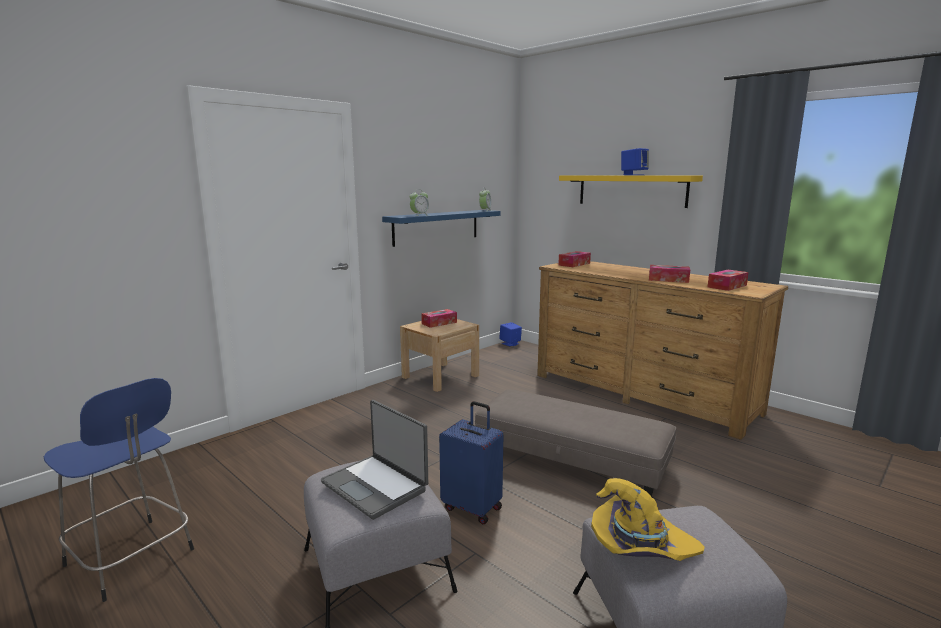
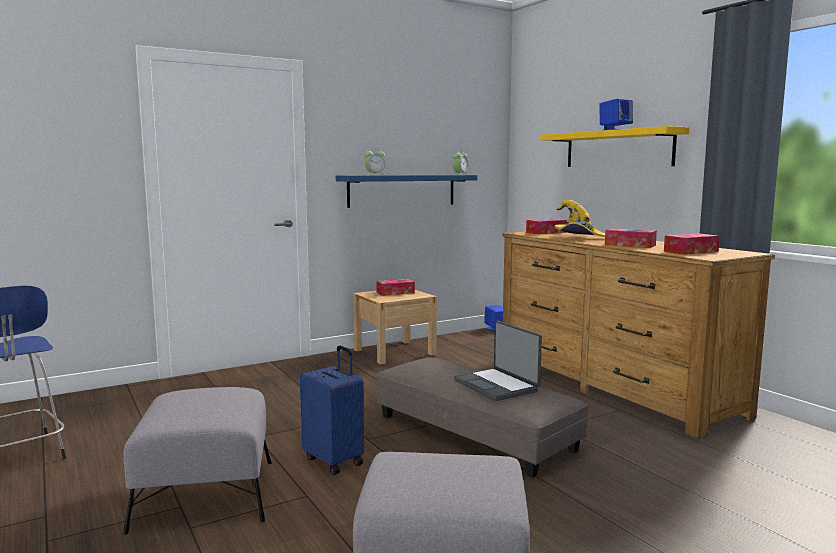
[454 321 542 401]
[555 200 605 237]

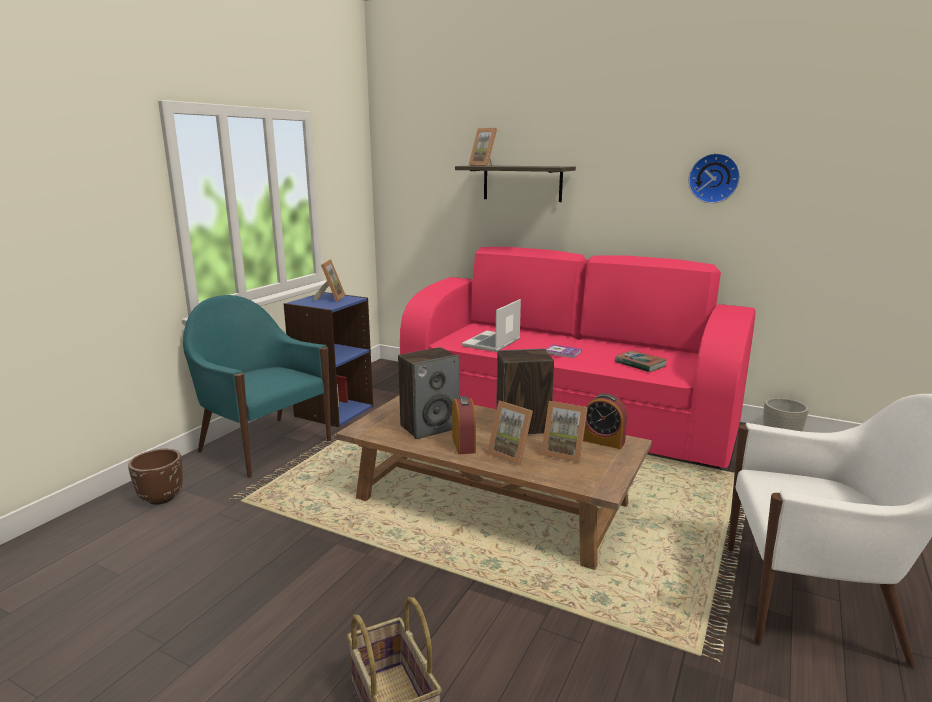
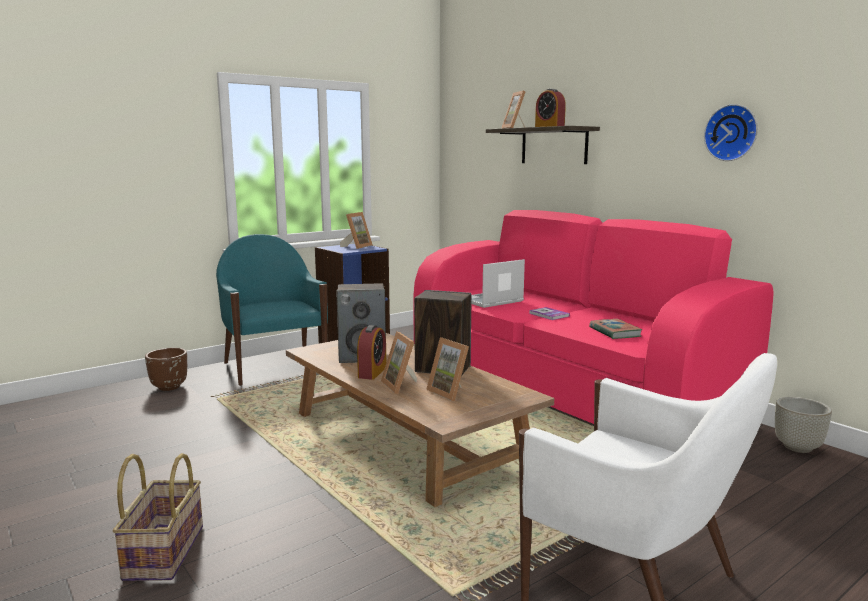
[535 89 566 127]

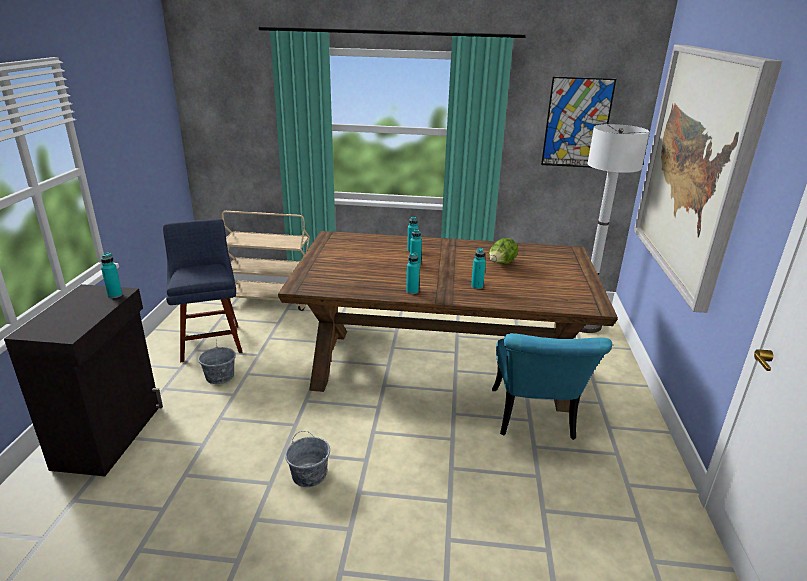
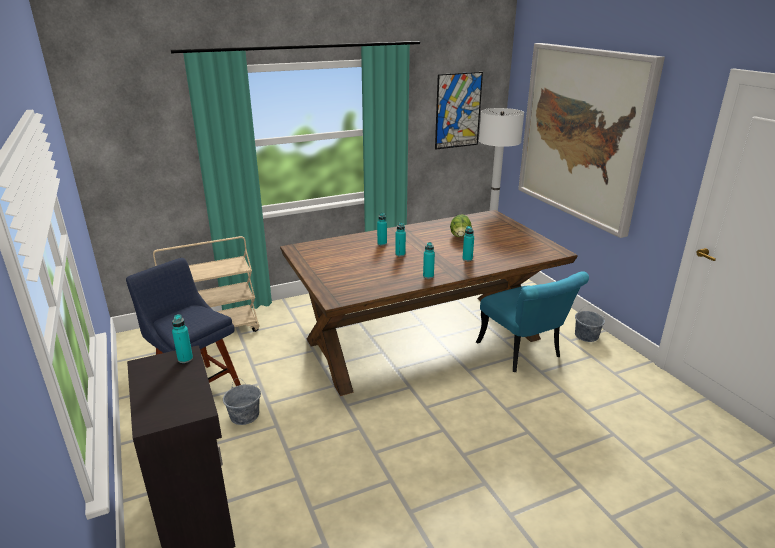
[575 304 605 342]

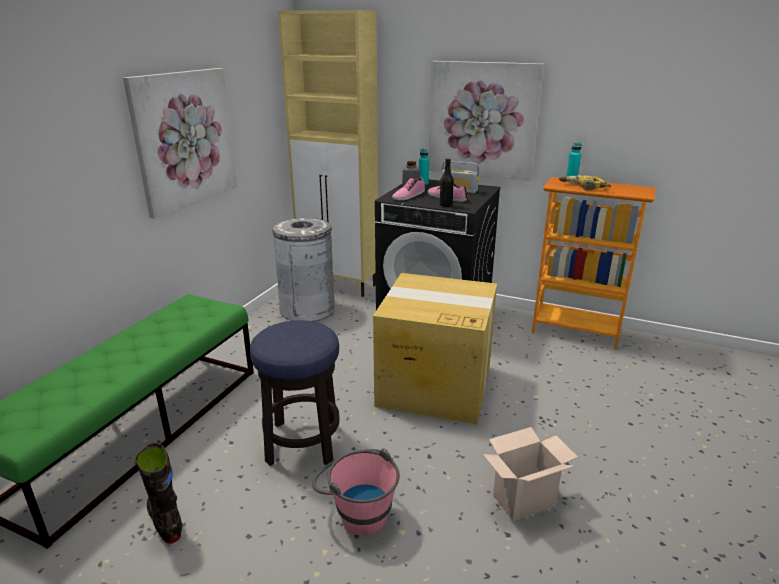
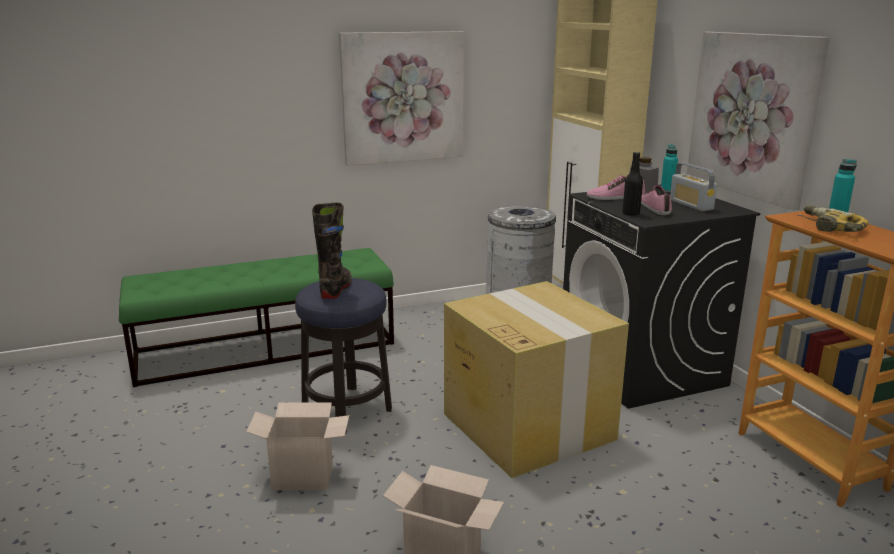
[312 203 352 299]
[246 402 349 490]

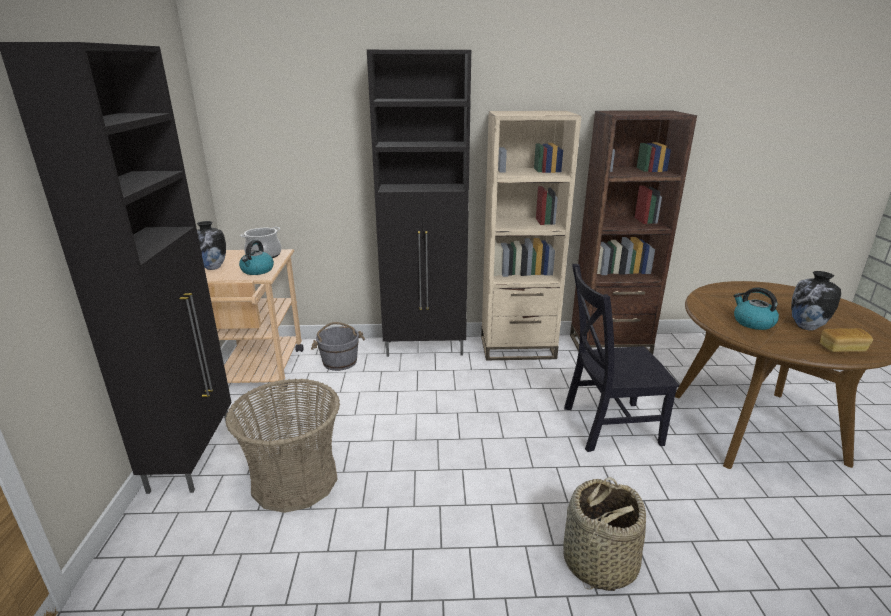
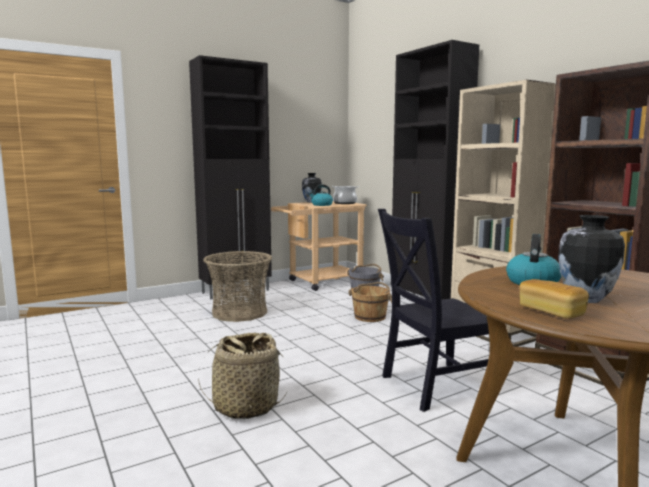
[378 209 490 412]
[348 282 392 322]

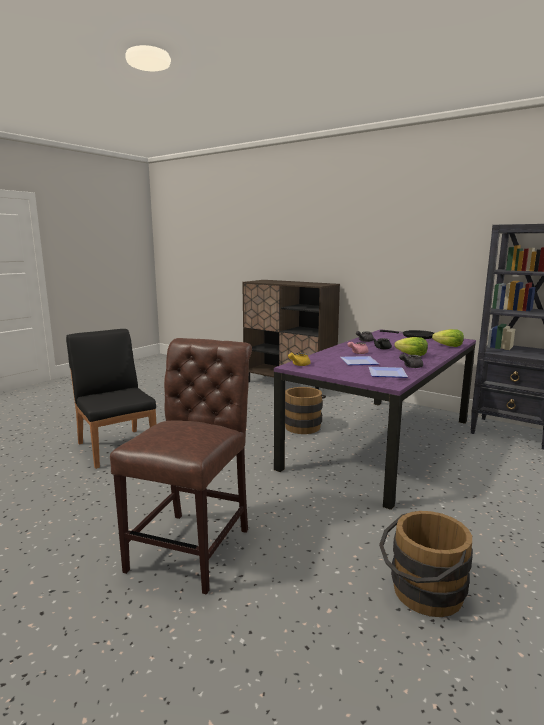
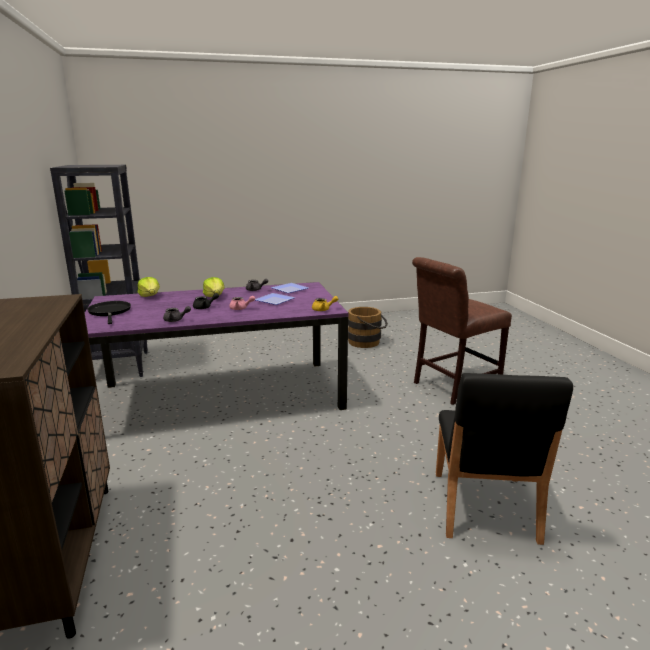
[285 387 326 434] (first image)

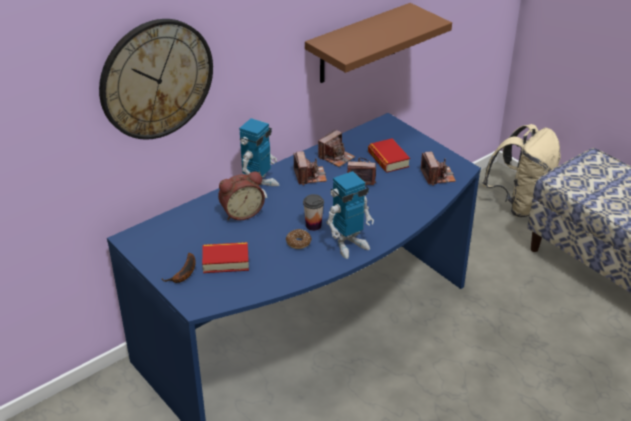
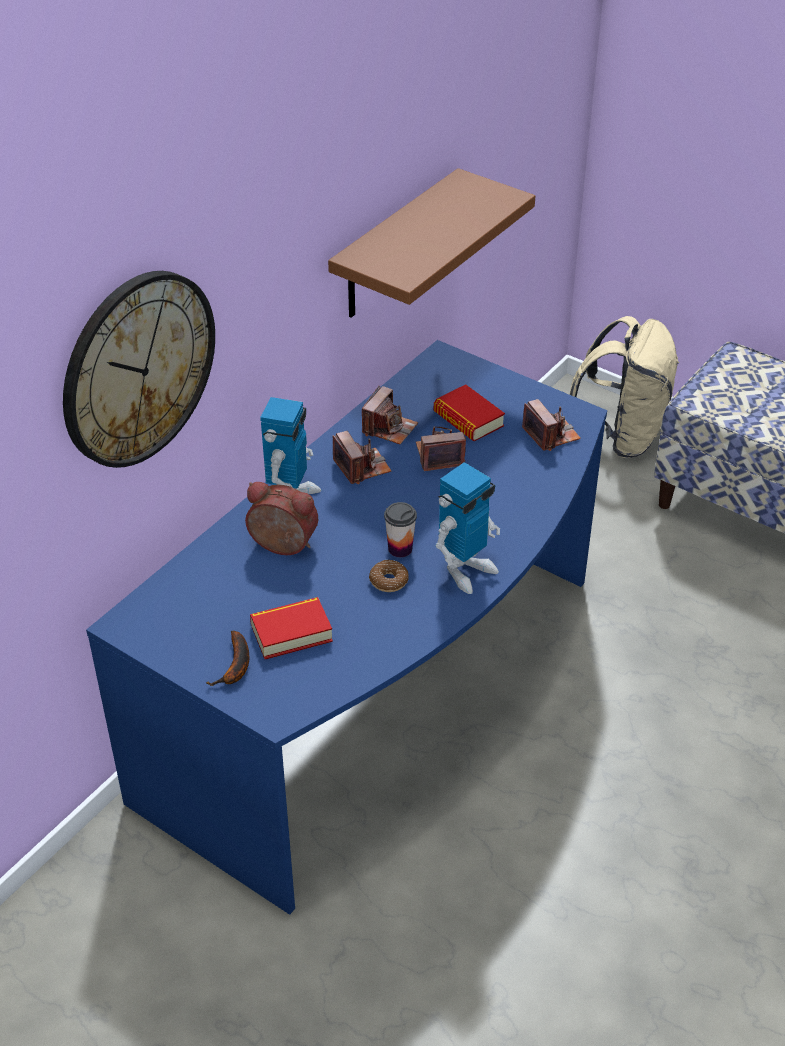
[245 482 318 555]

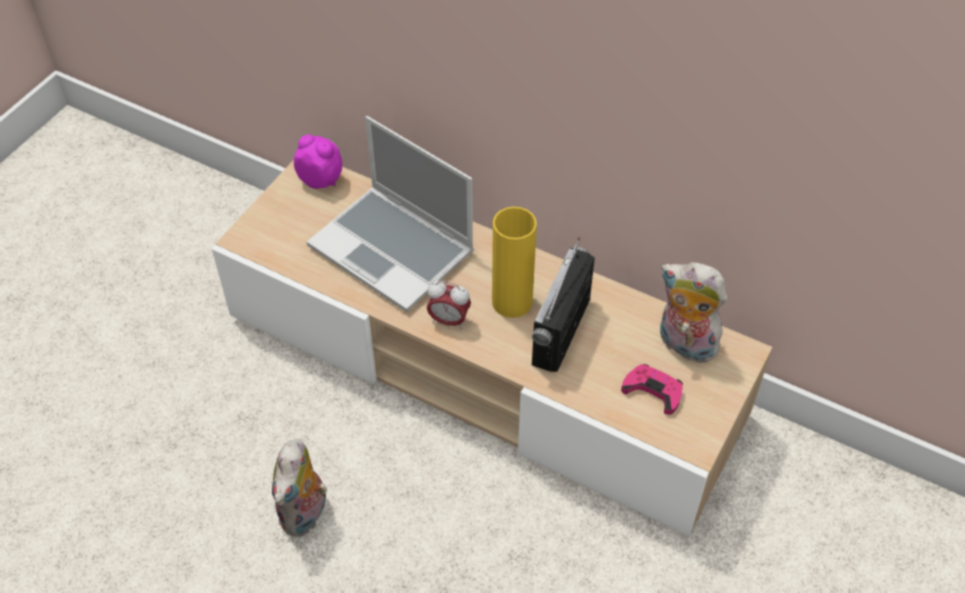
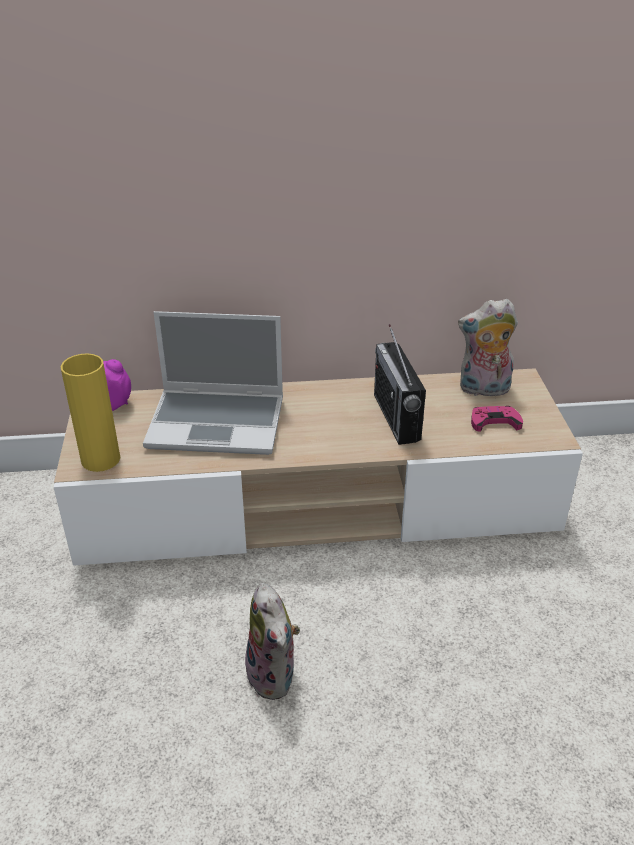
[427 281 471 329] (first image)
[61 353 121 472]

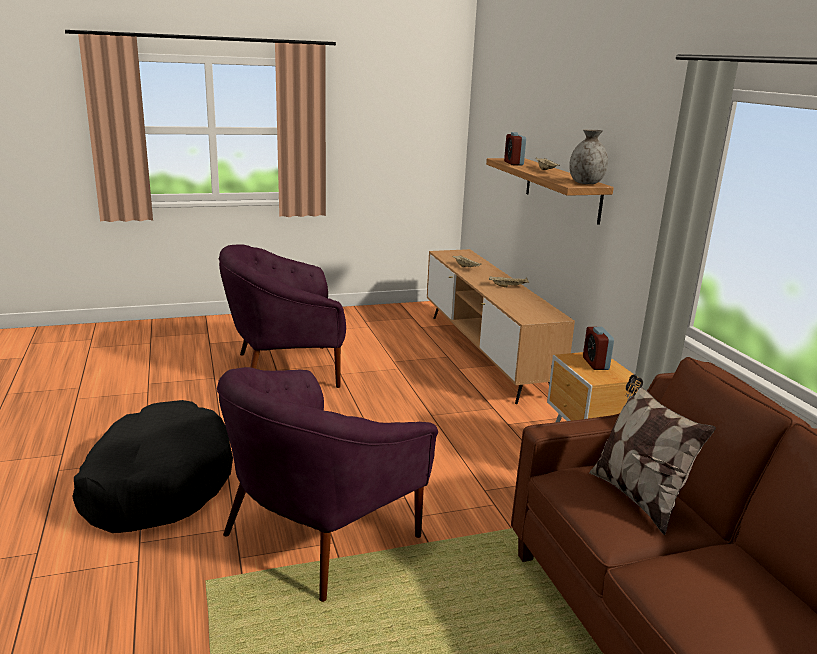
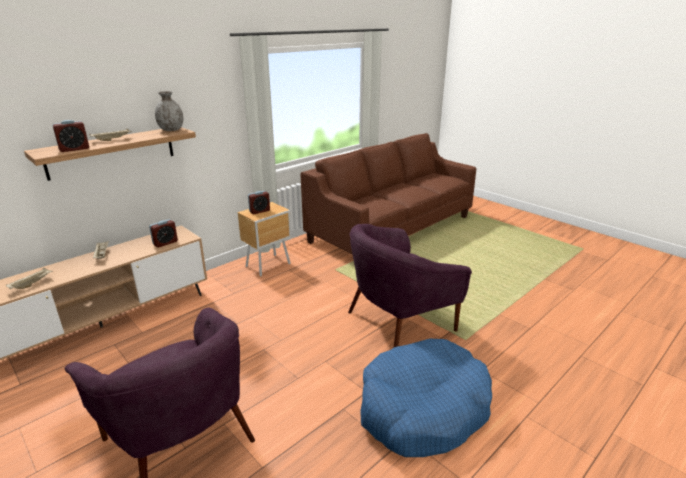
[360 339 492 457]
[348 224 472 347]
[590 374 716 535] (first image)
[149 219 178 248]

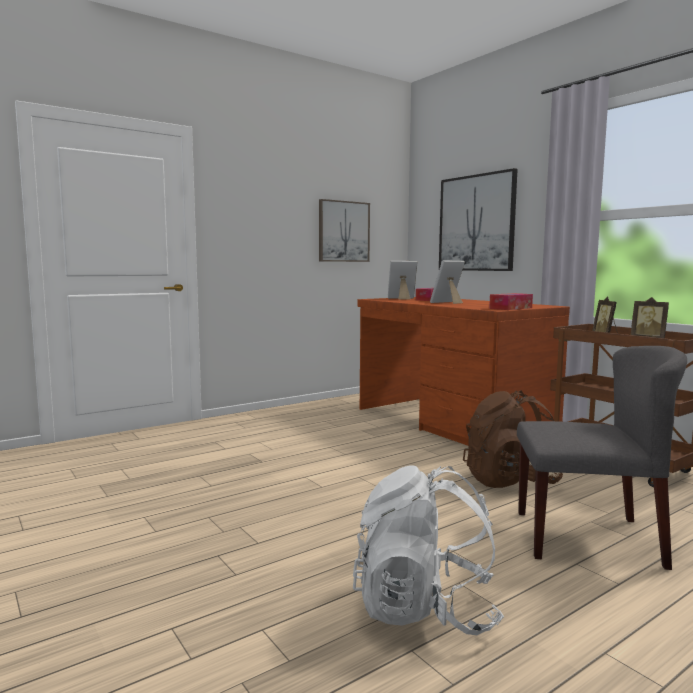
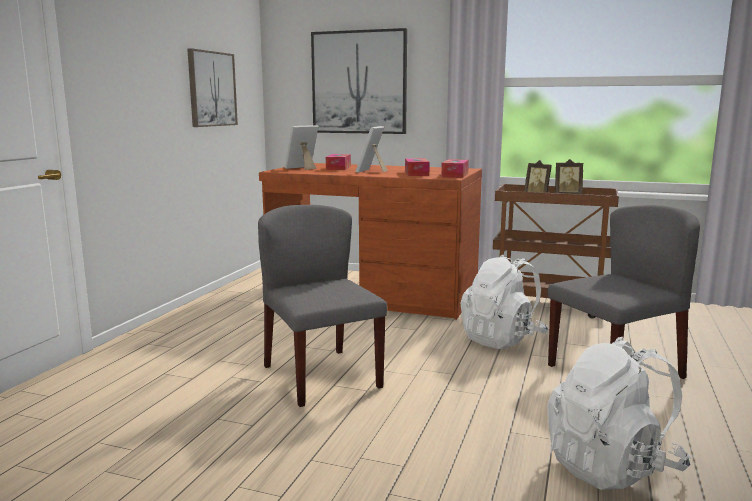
[461 255 549 349]
[258 205 387 407]
[405 158 430 176]

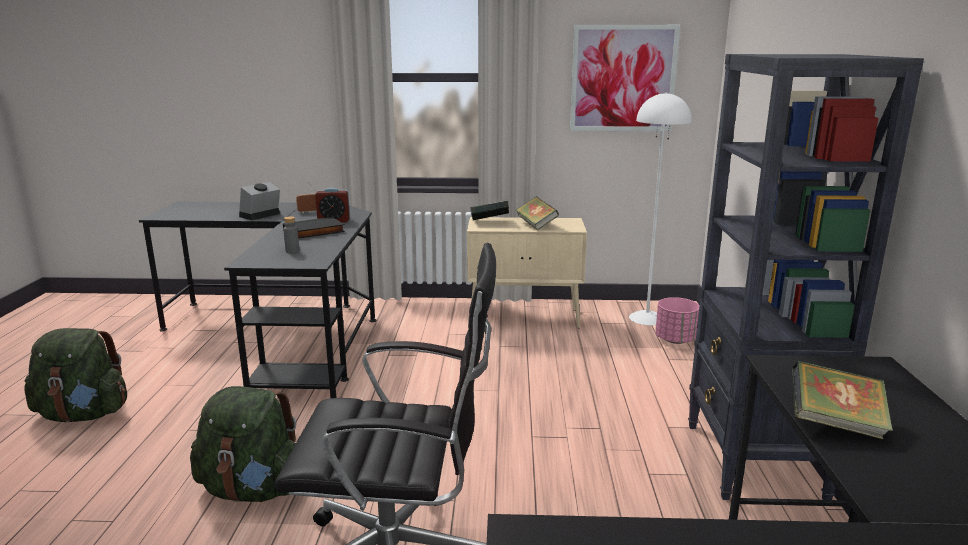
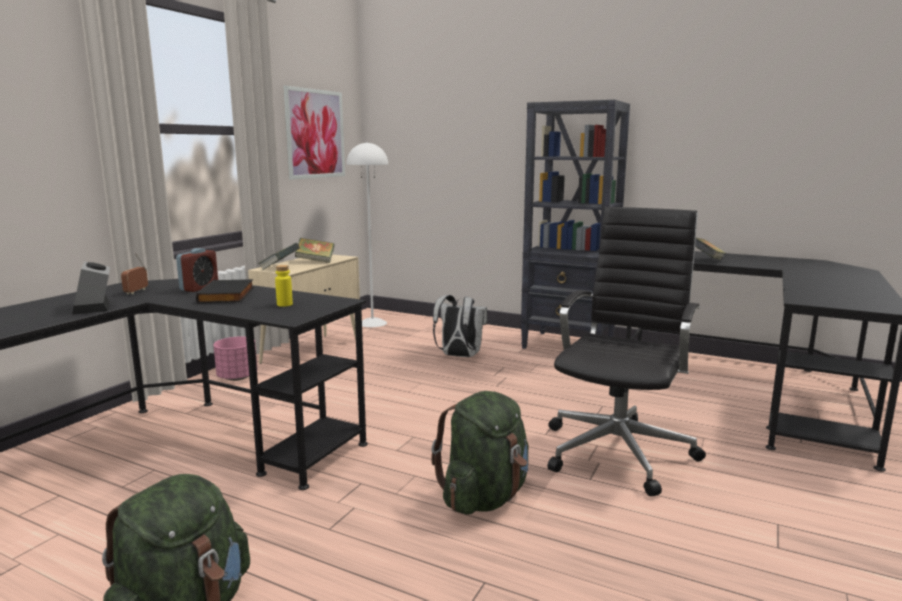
[275 265 293 307]
[213 336 257 381]
[433 295 487 357]

